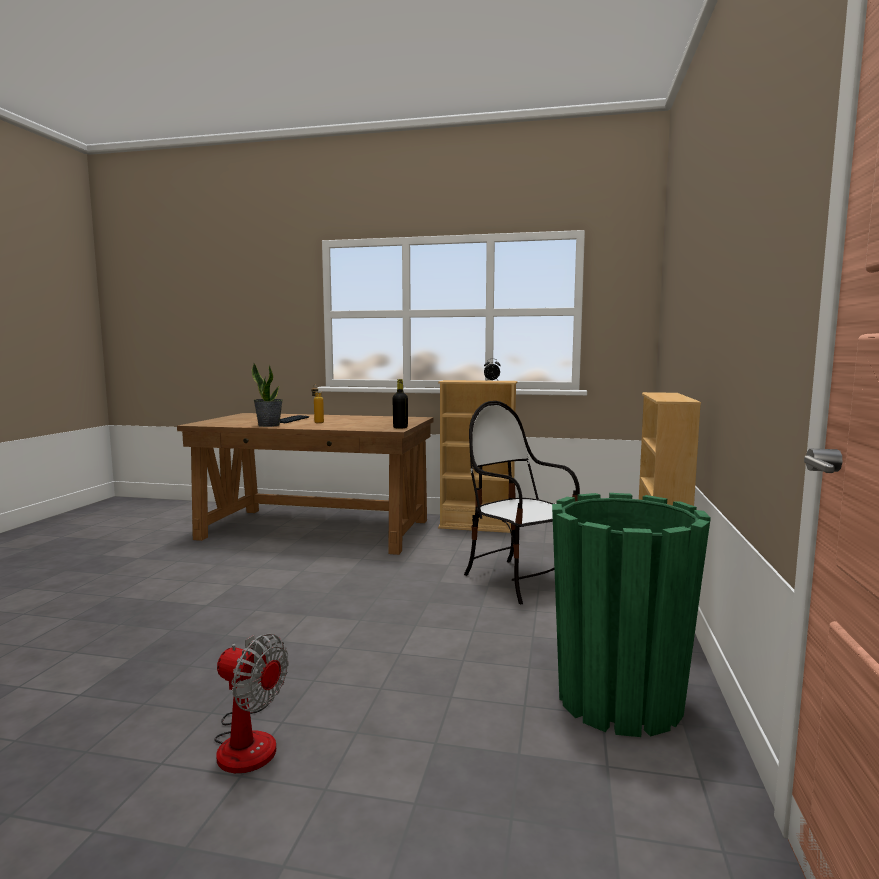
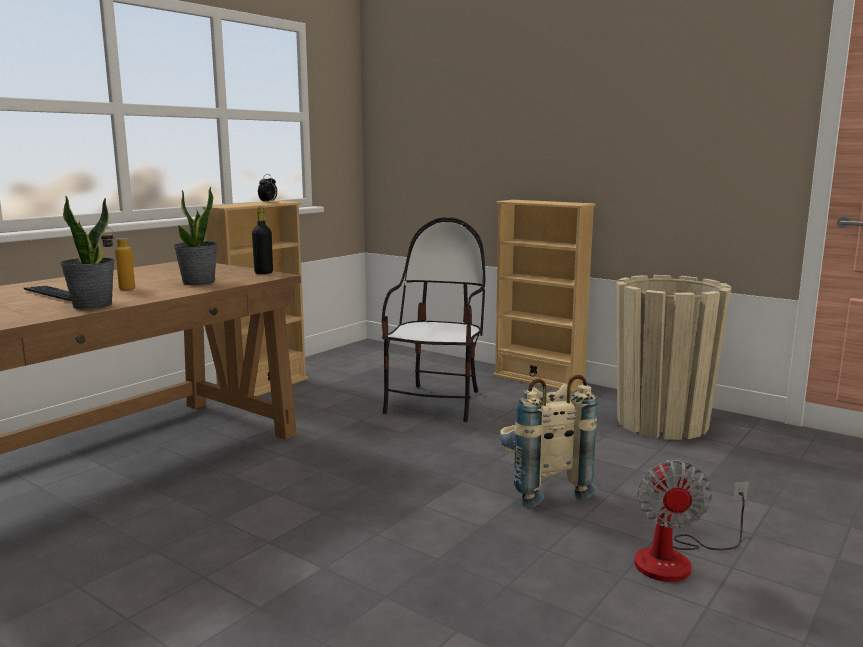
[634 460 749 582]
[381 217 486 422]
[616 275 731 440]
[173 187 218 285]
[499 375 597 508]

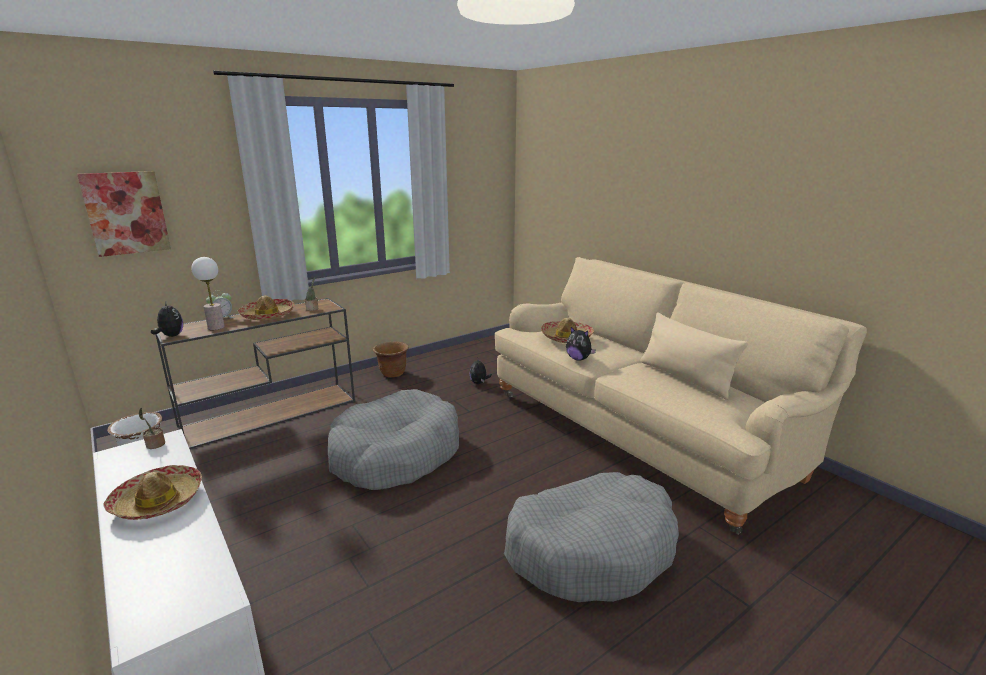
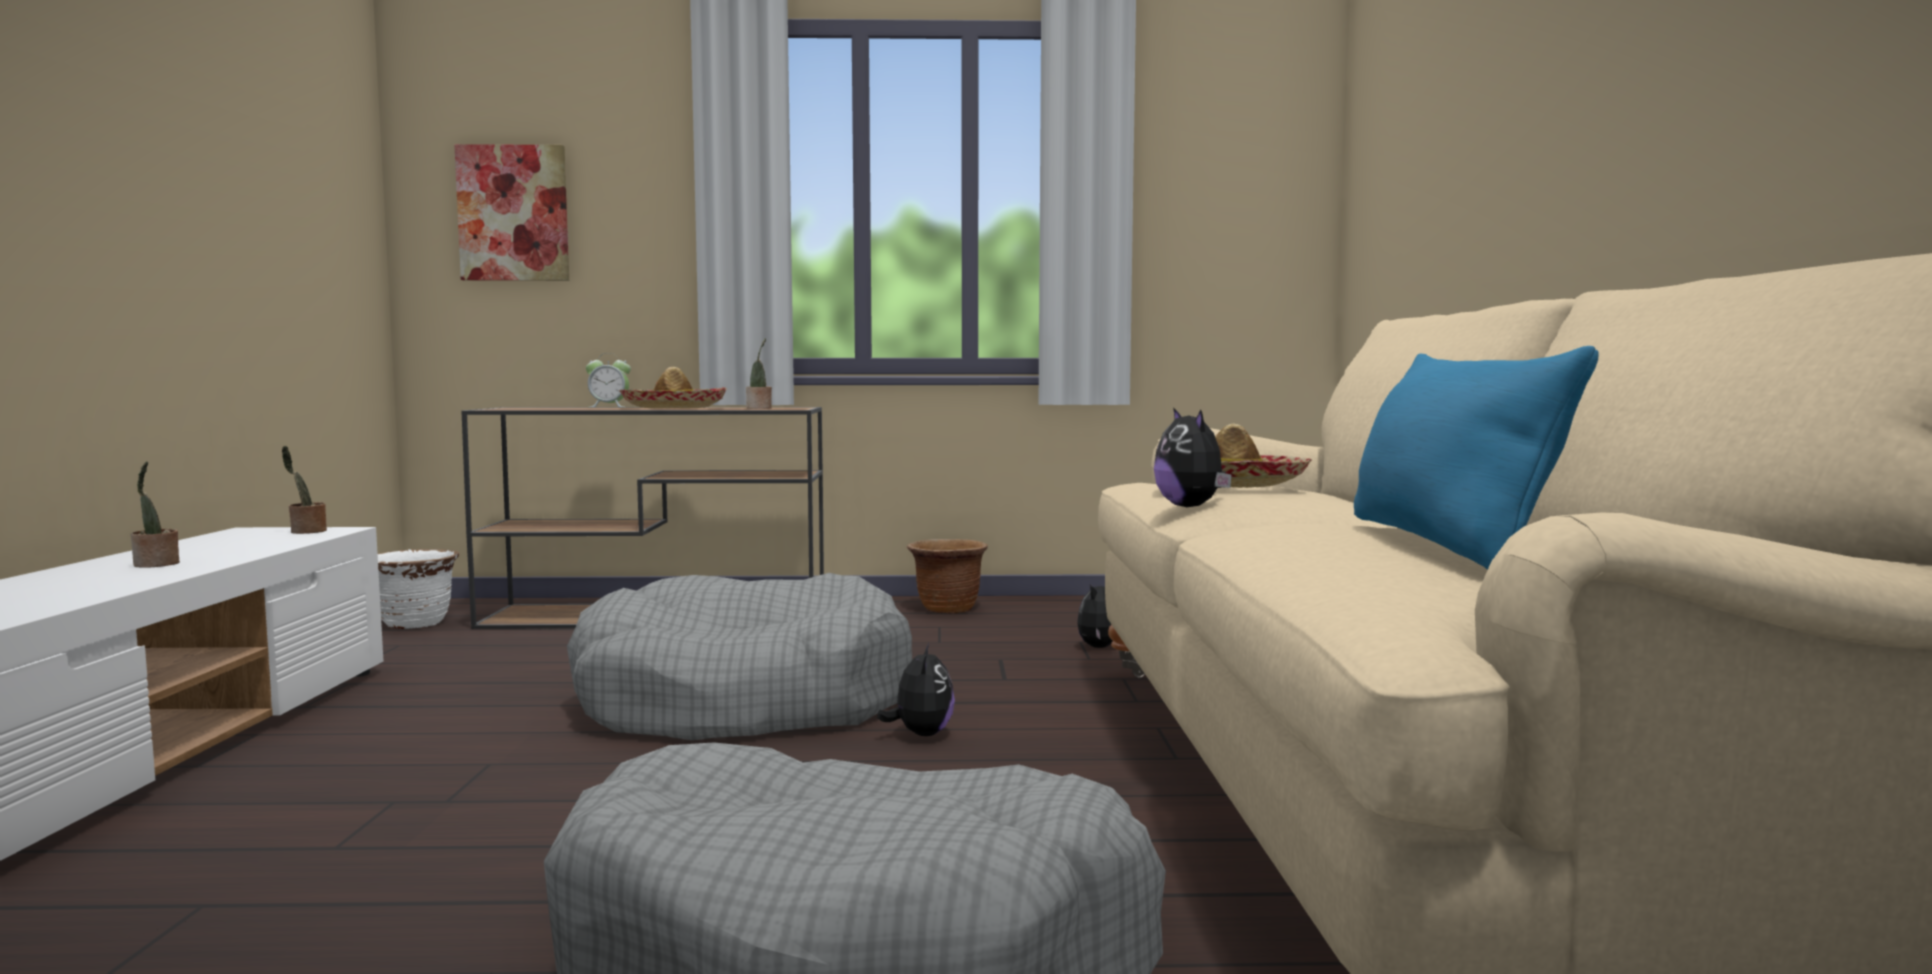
[131 461 180 567]
[877 643 955 736]
[191 257 225 330] (first image)
[1354 346 1599 570]

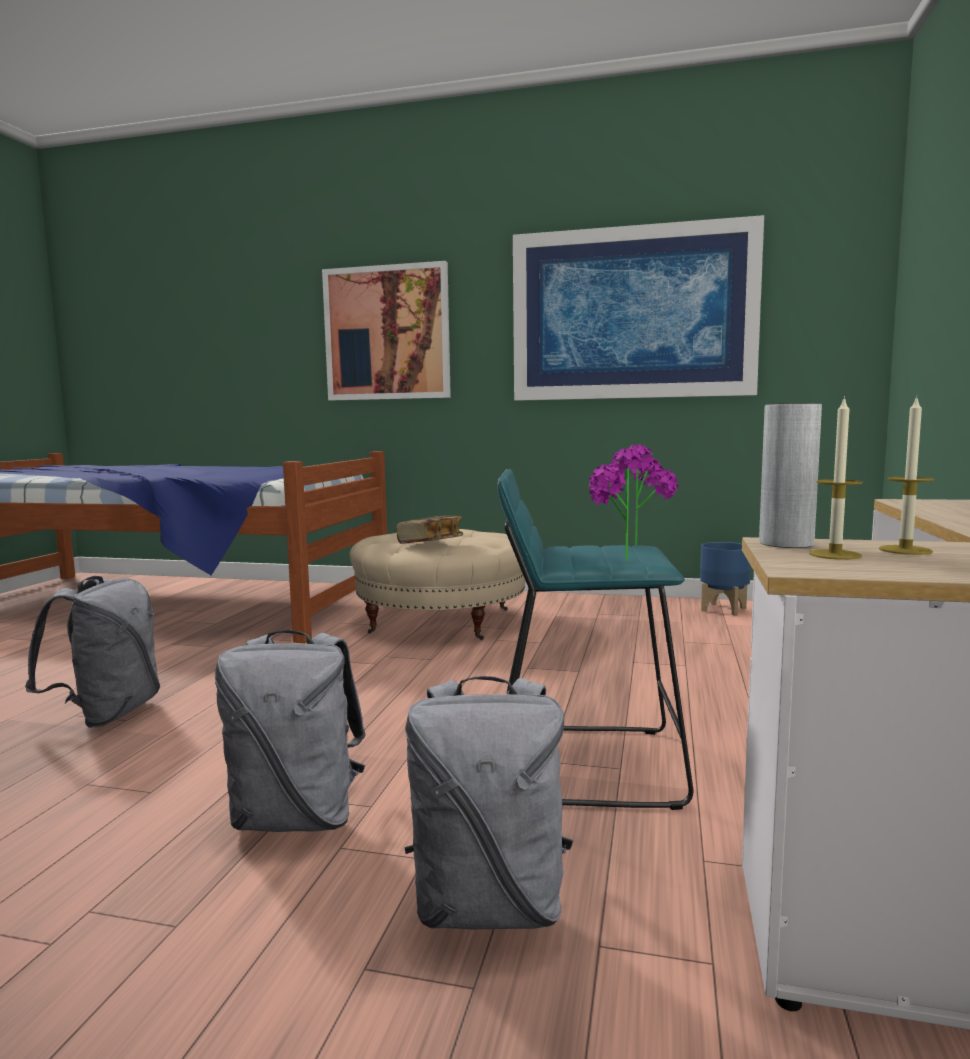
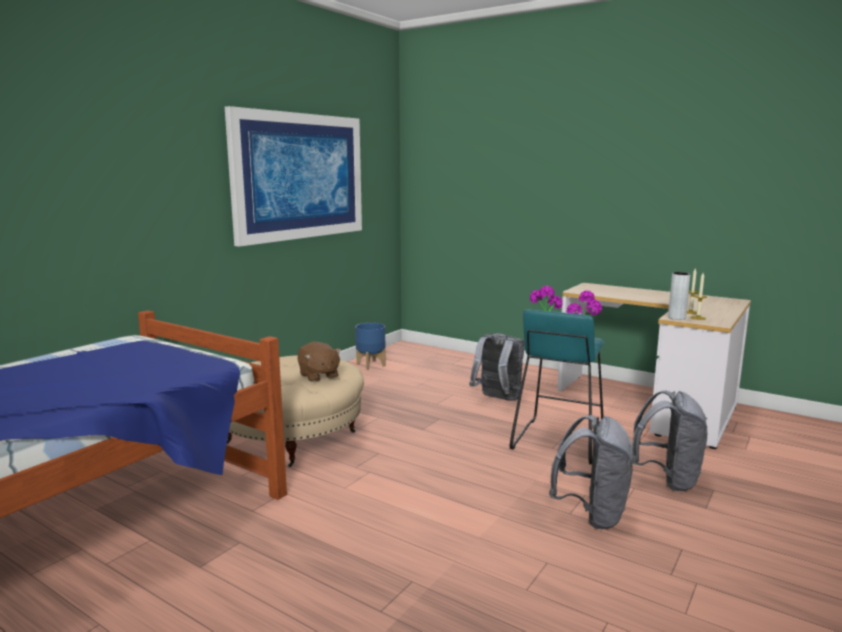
[469 333 524 401]
[322 261 451 400] (first image)
[298 342 341 382]

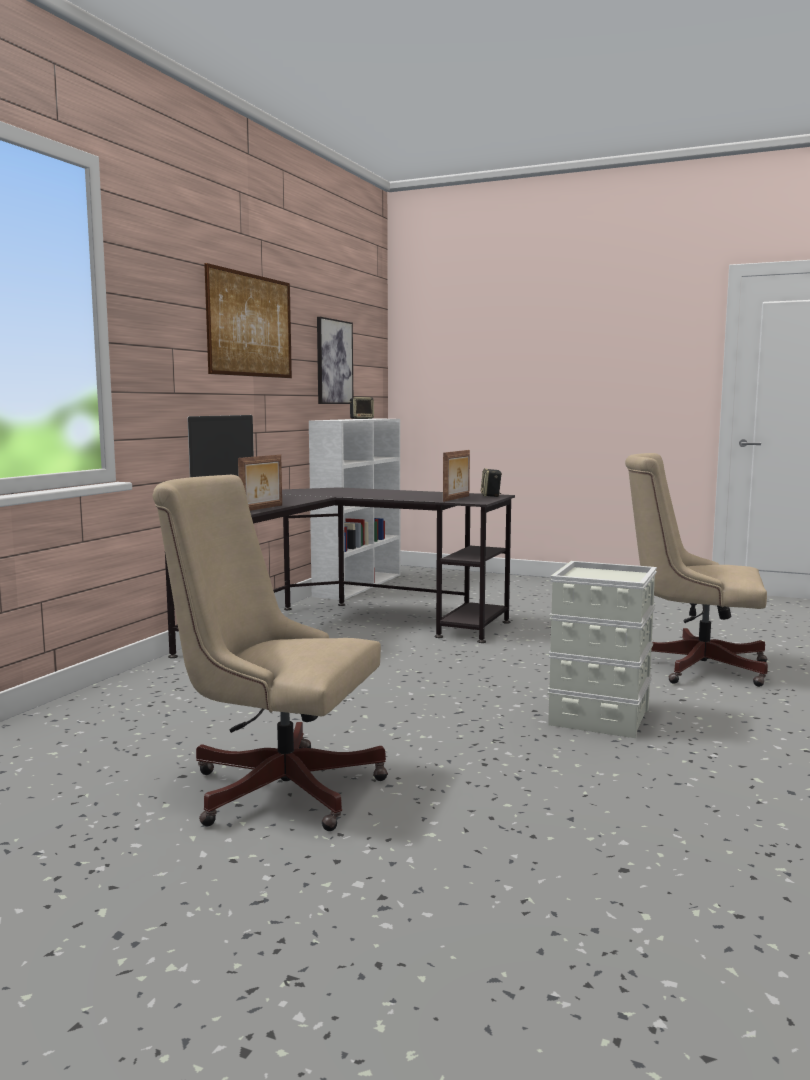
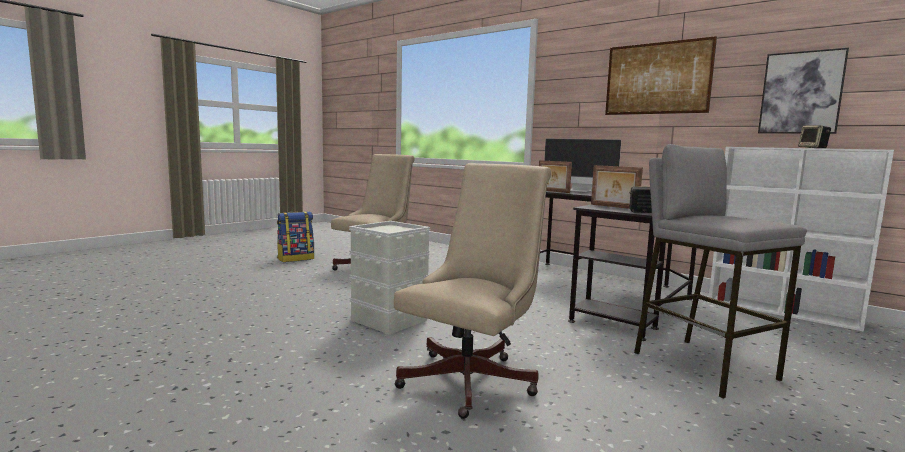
[277 211 314 262]
[634 144 807 399]

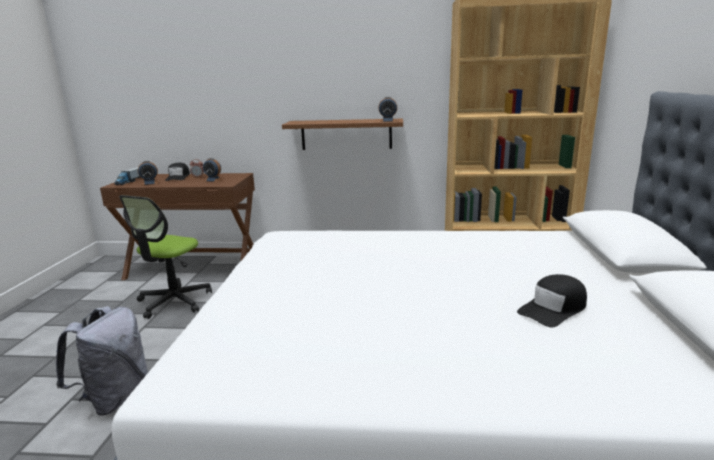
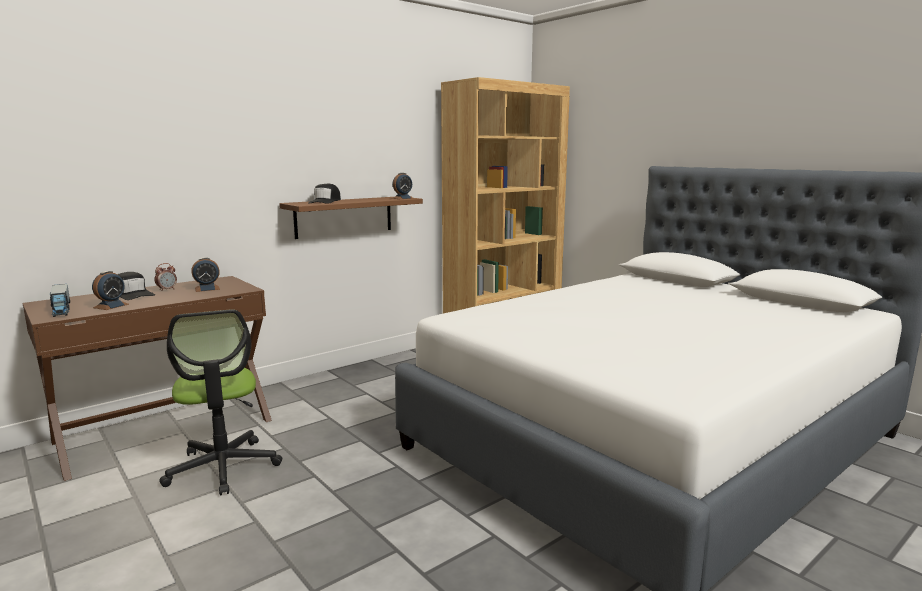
[56 306 148 416] (first image)
[308 184 341 204]

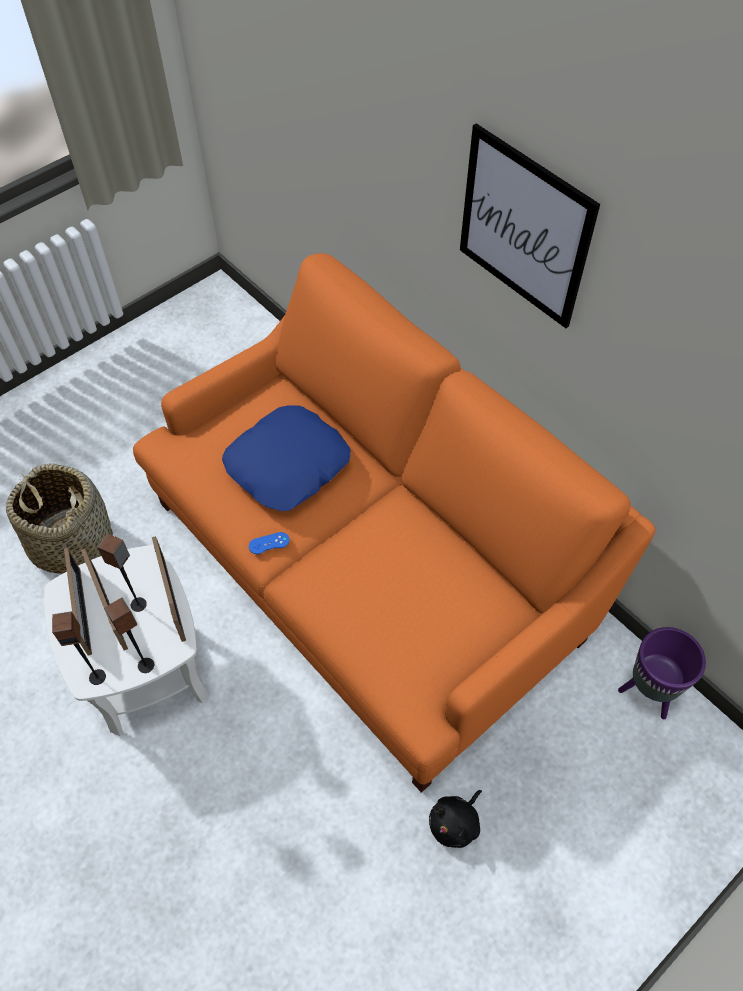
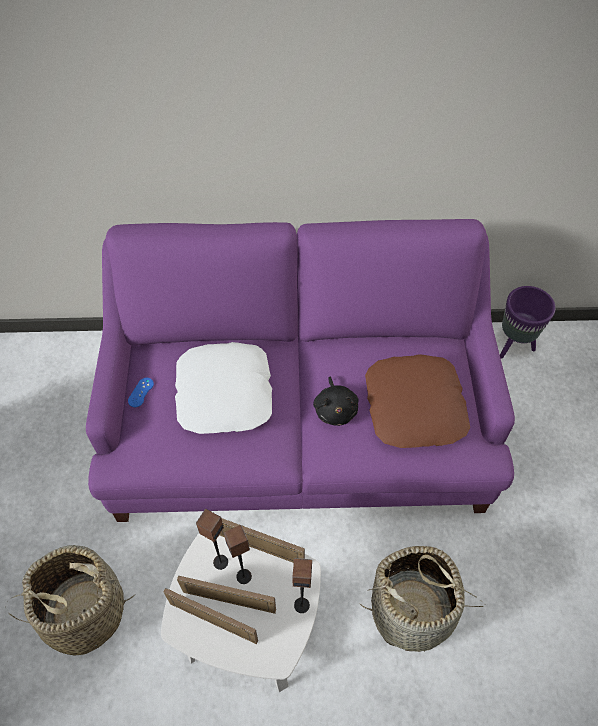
[196 509 228 570]
[86 219 515 522]
[175 342 272 434]
[128 378 154 407]
[313 377 359 426]
[460 123 600 328] (first image)
[360 546 483 652]
[365 354 470 448]

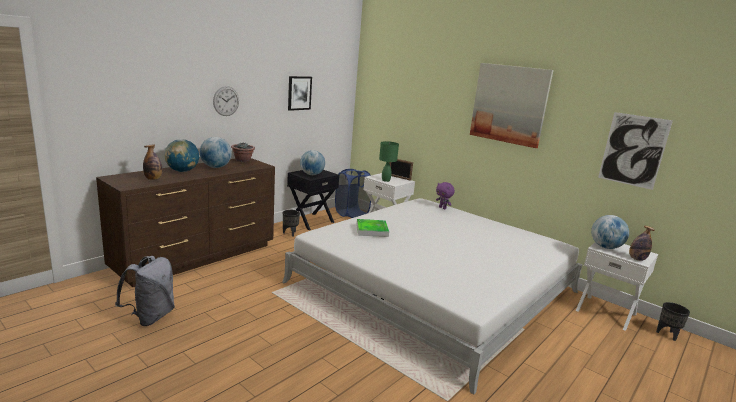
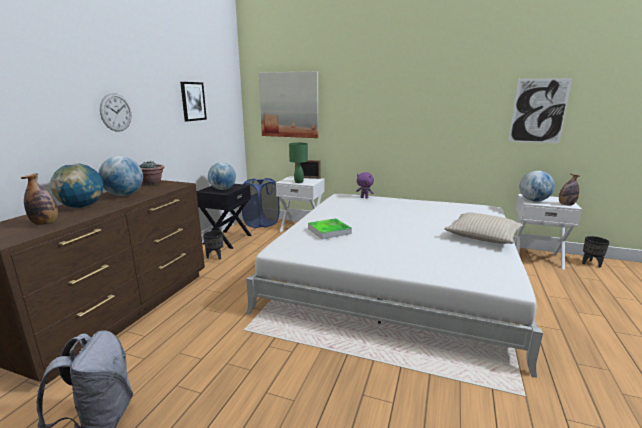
[259 71 318 138]
[444 212 523 244]

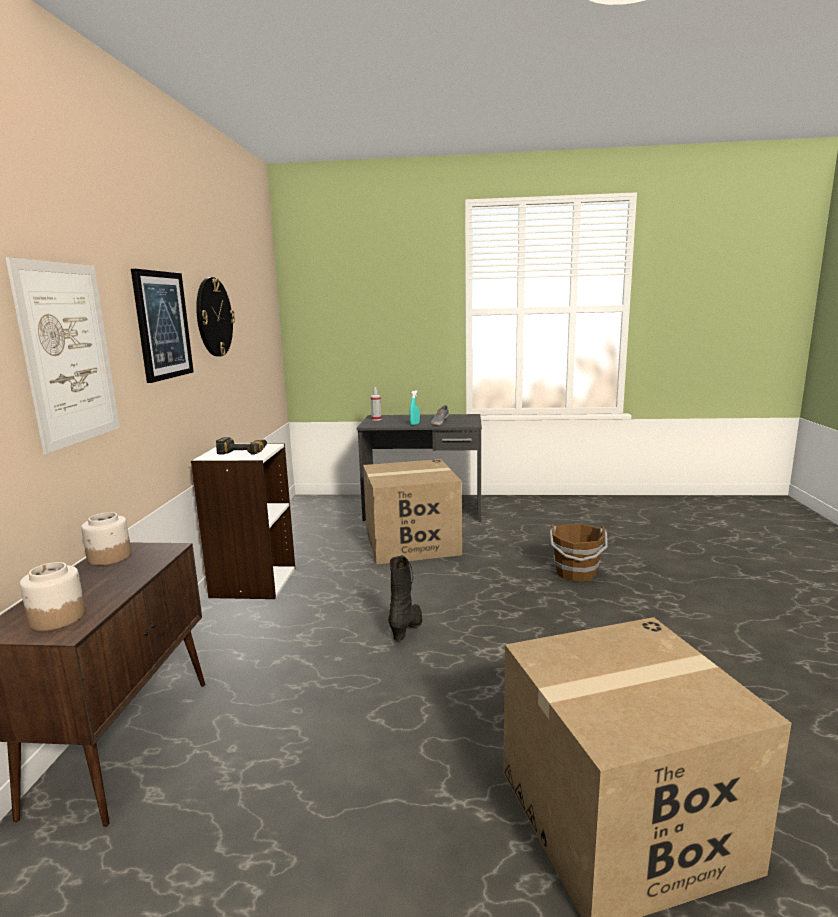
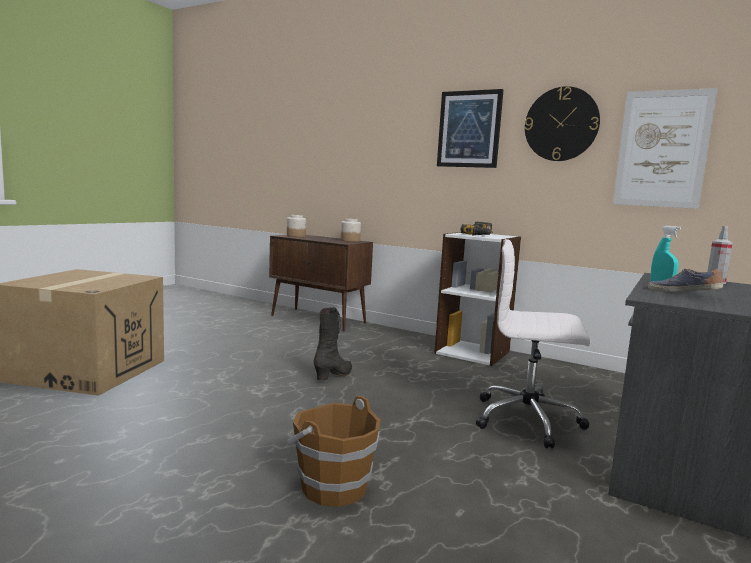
[613 88 717 209]
[476 239 590 448]
[314 307 352 381]

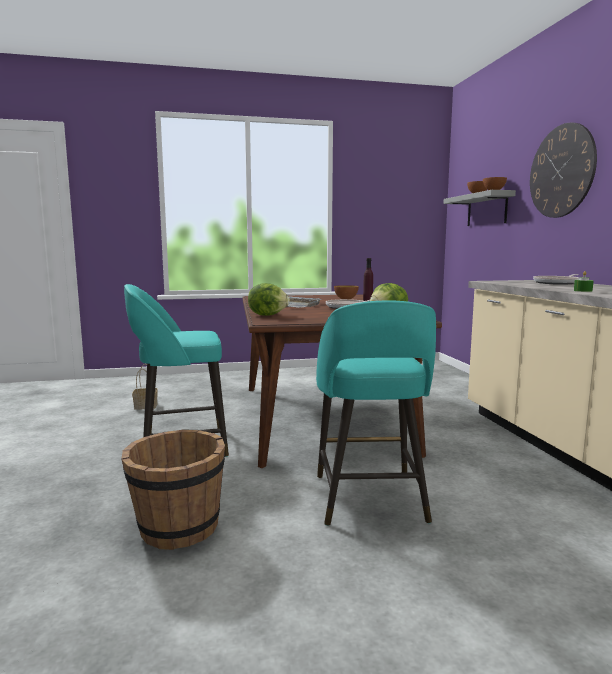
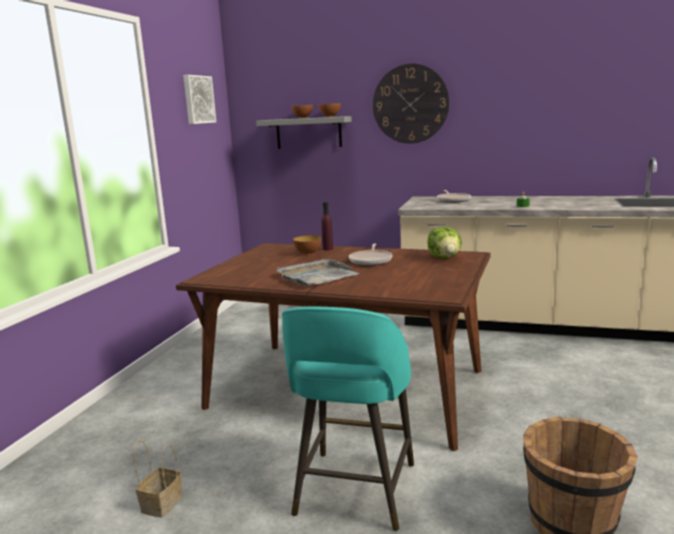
[248 283 290 316] (first image)
[316 300 436 526] (first image)
[183 75 216 124]

